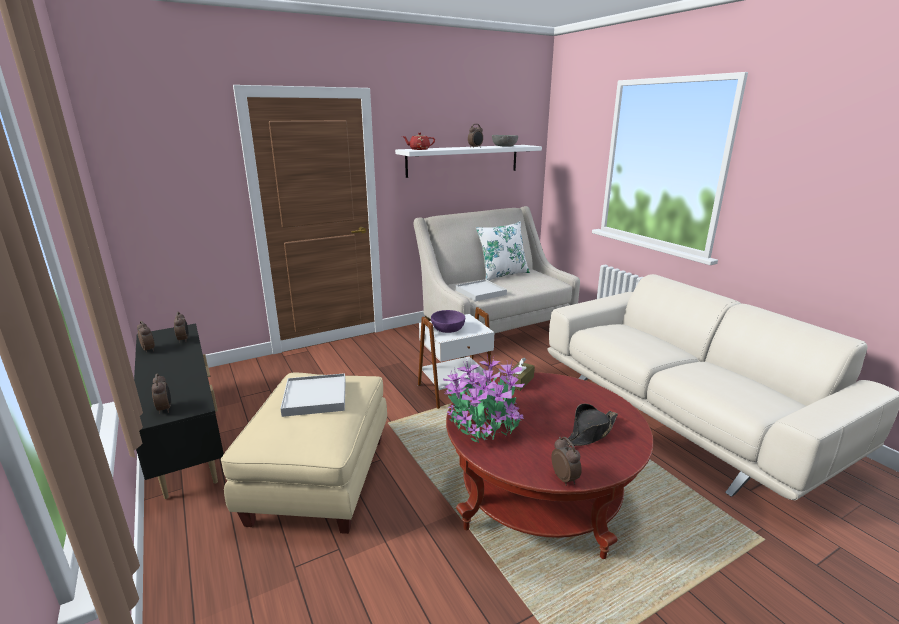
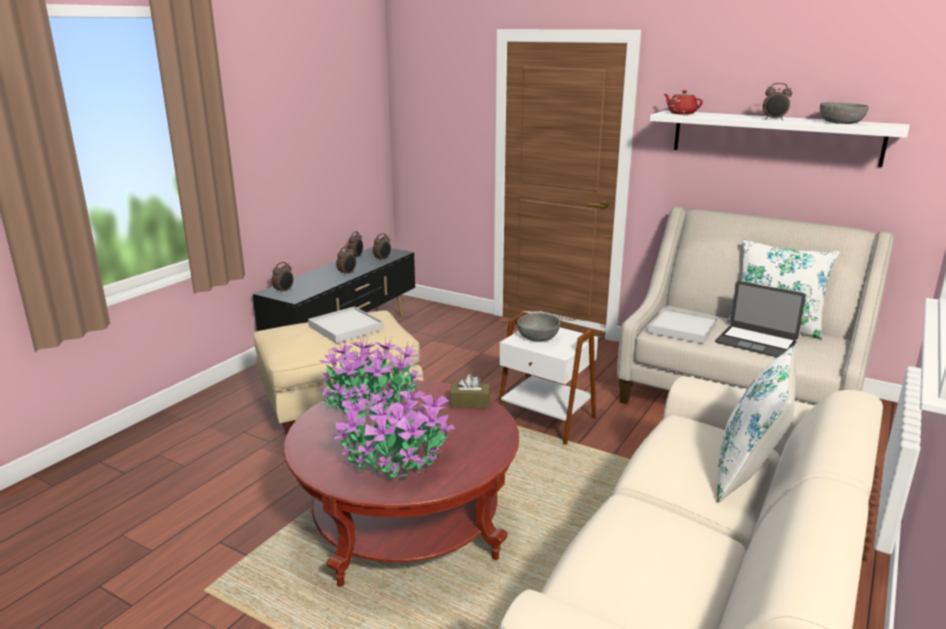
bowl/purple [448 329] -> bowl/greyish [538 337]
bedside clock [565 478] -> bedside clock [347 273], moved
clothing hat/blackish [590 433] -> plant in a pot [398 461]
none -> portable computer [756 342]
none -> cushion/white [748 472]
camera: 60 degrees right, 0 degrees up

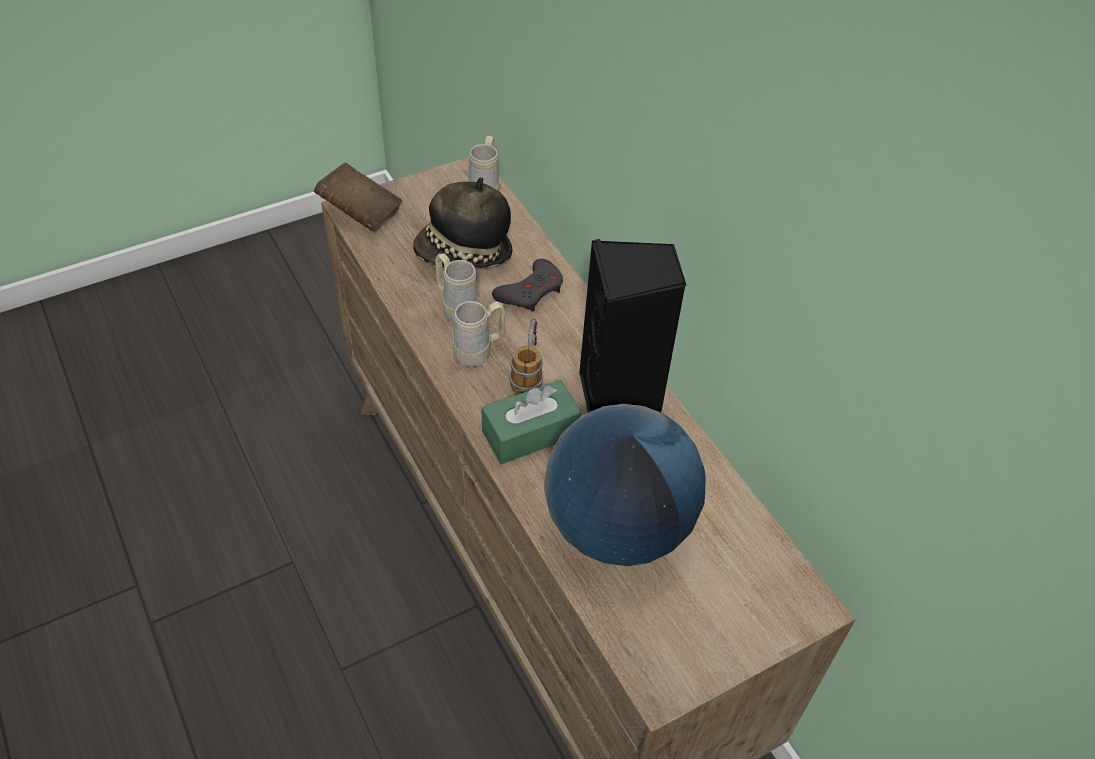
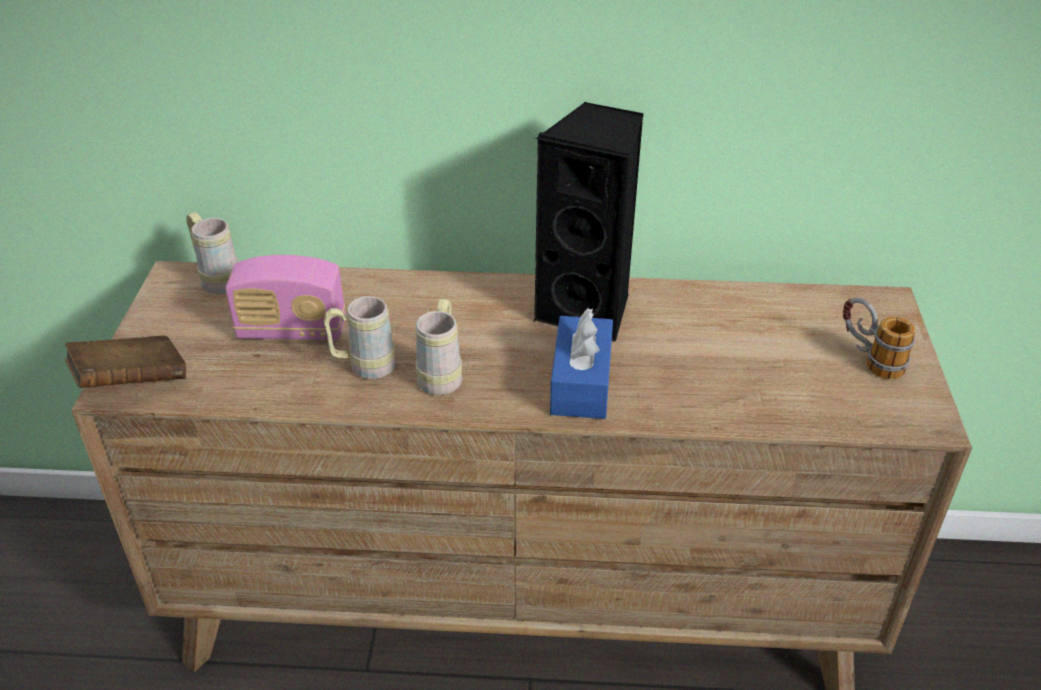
clothing hat [464 254] -> radio set [292 330]
tissue box/greenish [530 433] -> tissue box/blue [581 383]
gamepad/greyish [531 291] -> none
coffee mug [528 373] -> coffee mug [868 359], moved
world globe [617 527] -> none
camera: 55 degrees left, 10 degrees down

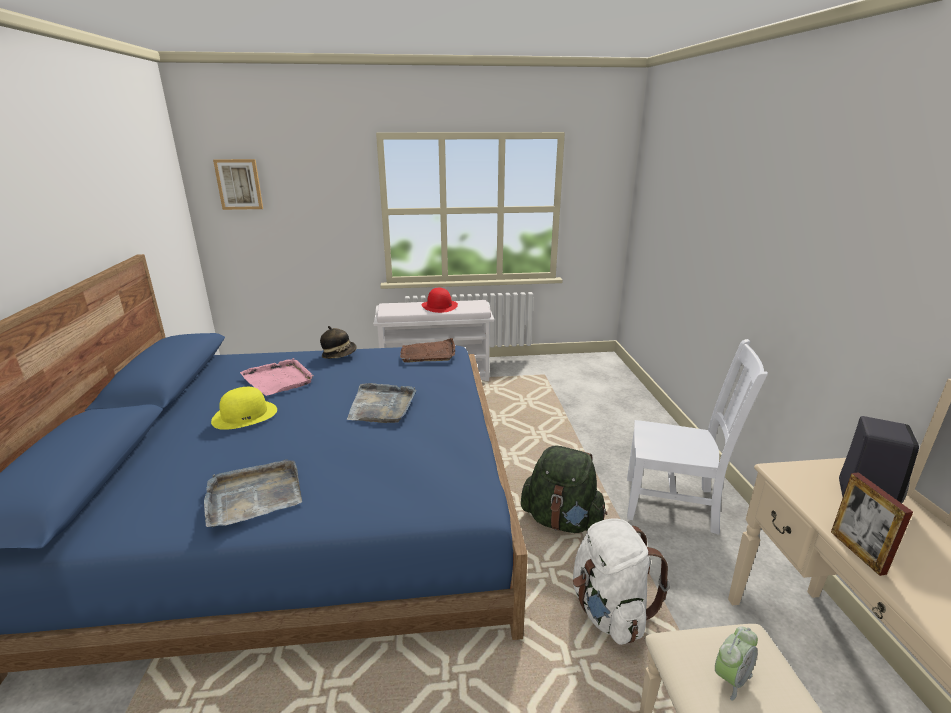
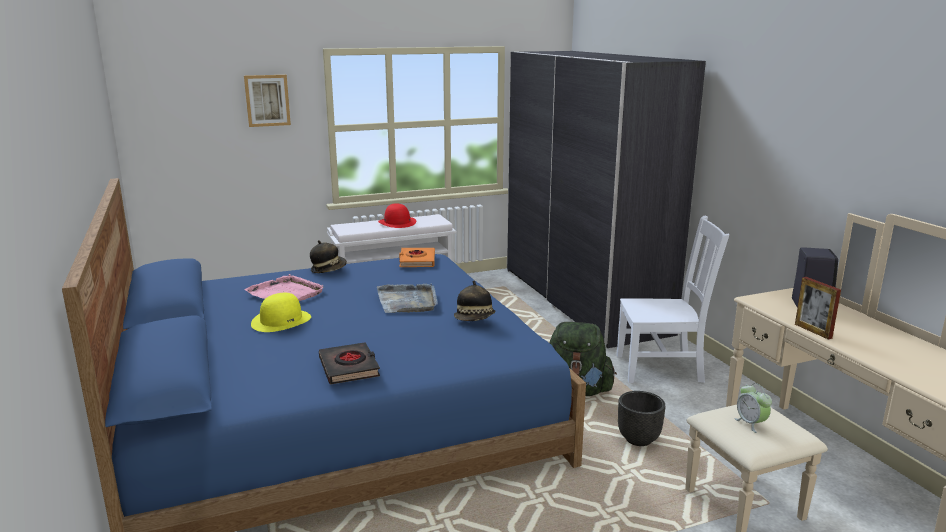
carrying tray/greyish [254 495] -> book/blackish [349 368]
picture [239 184] -> picture [267 100], moved
carrying tray/brown [428 353] -> book/orangey [417 261]
rucksack/white [609 610] -> planter/blackish [639 440]
bedside clock [730 678] -> bedside clock [751 423], 120 degrees clockwise
none -> clothing hat [475 319]
none -> armoire/greyish [582 300]
camera: 15 degrees left, 5 degrees down

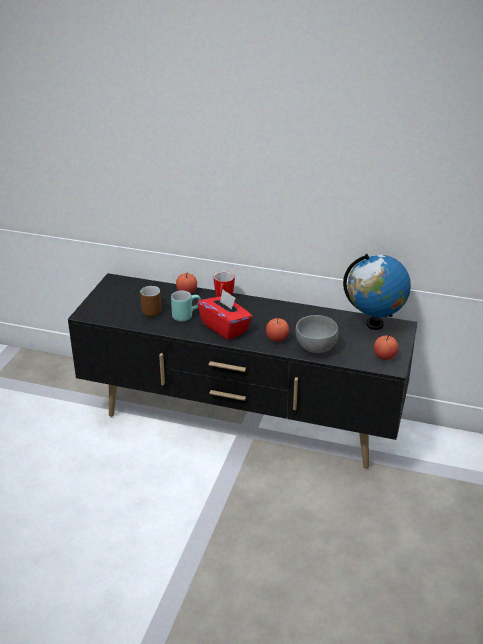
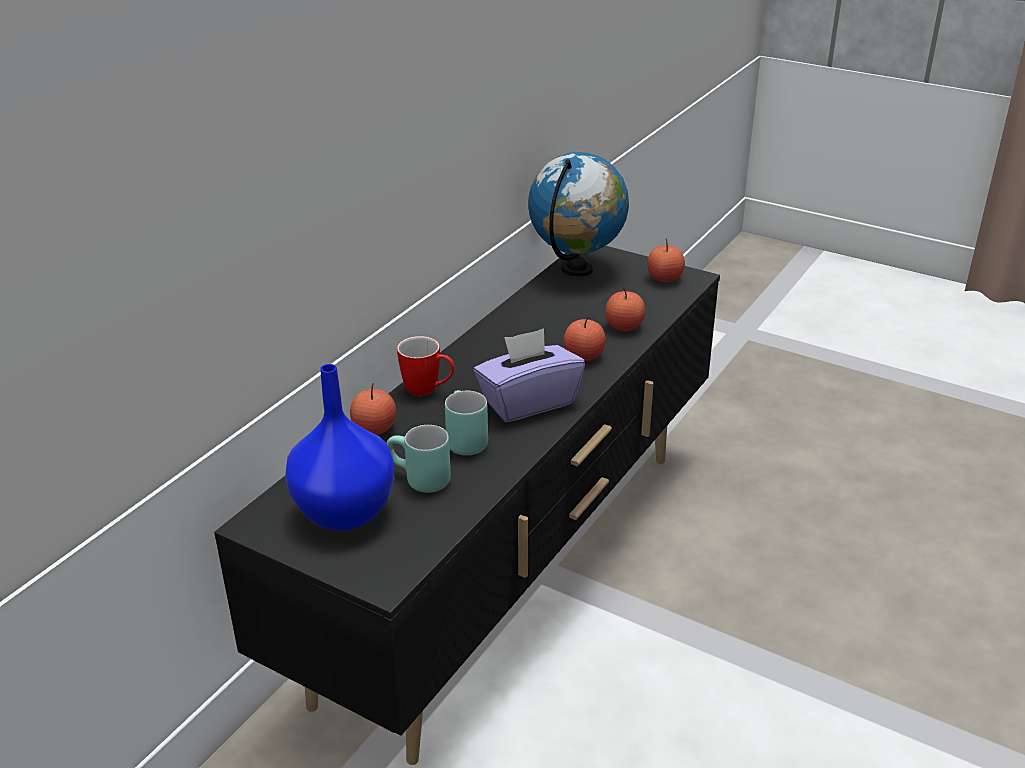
coffee mug/brown [151 309] -> coffee mug/turquoise-coloured [418 481]
tissue box/reddish [225 328] -> tissue box/purple [528 402]
bowl/greyish [316 348] -> whole apple [624 326]
none -> flower vase/blue [345 514]
camera: 75 degrees left, 0 degrees up

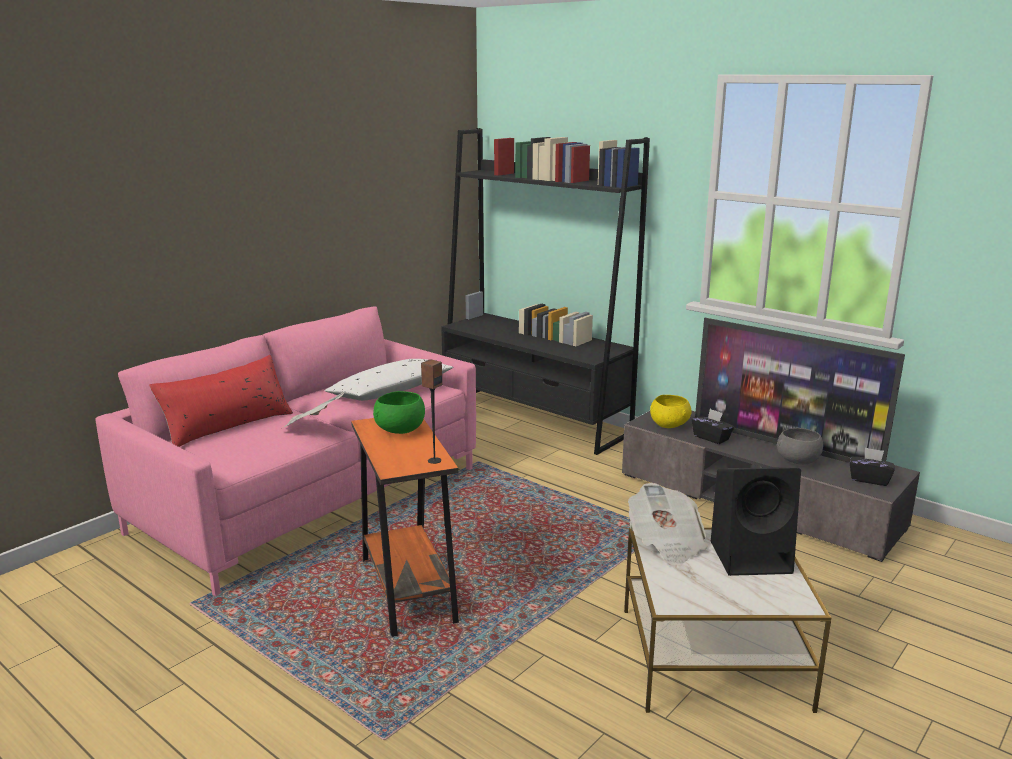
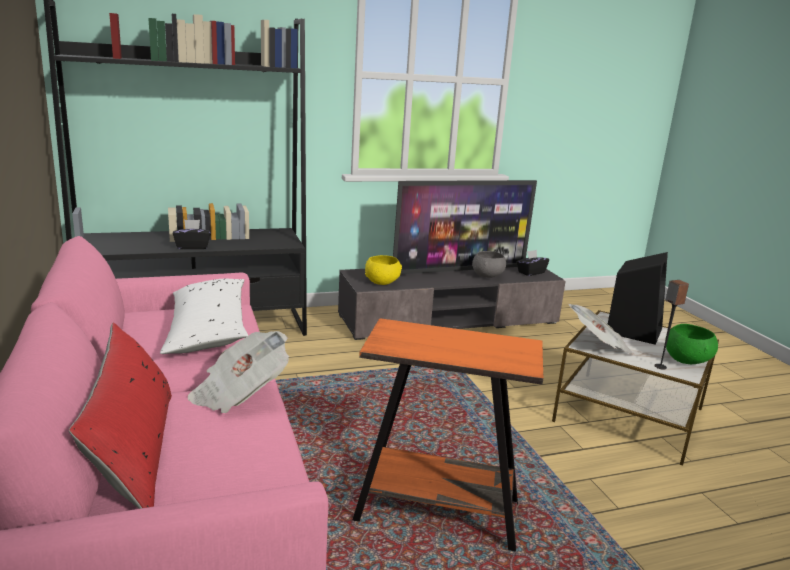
bowl/greenish [400 431] -> bowl/greenish [687 361], moved
audio speaker [434 460] -> audio speaker [660 366], moved
tissue box/blackish [711 438] -> tissue box/blackish [192 246], moved
camera: 60 degrees left, 0 degrees up

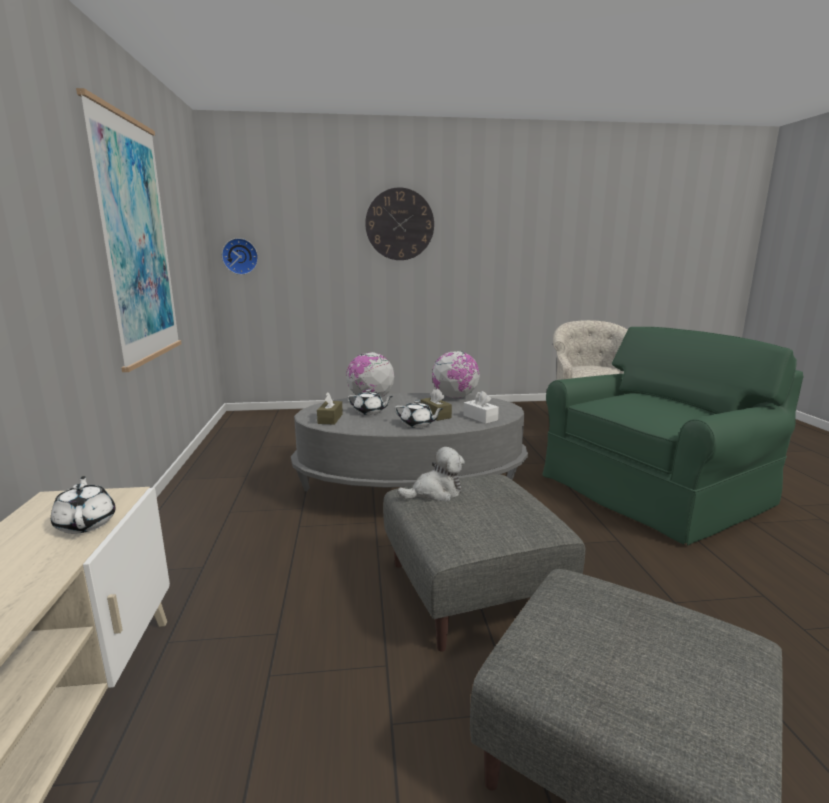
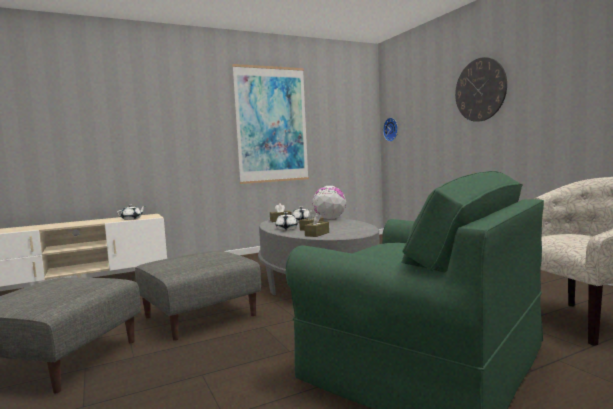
soft toy [435 492] -> none
world globe [455 397] -> none
tissue box/white [480 418] -> tissue box/brown [317 234]
camera: 70 degrees right, 10 degrees down

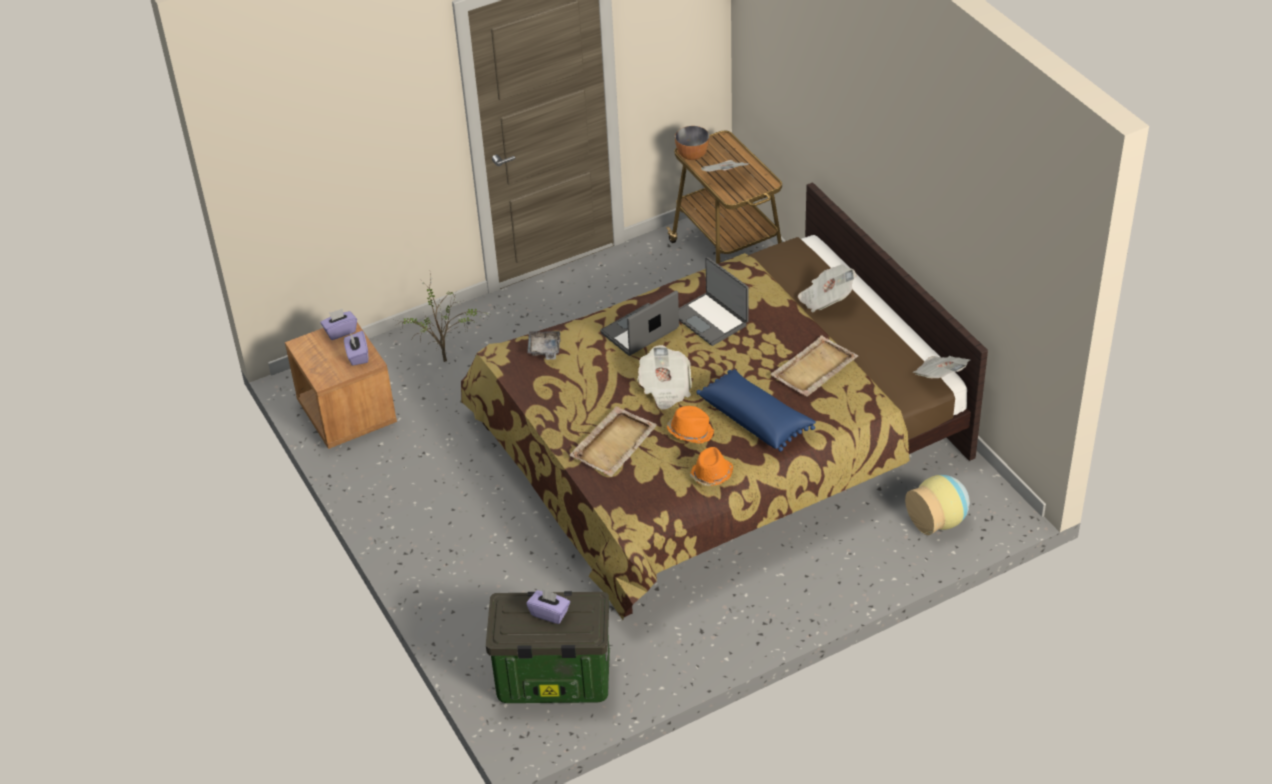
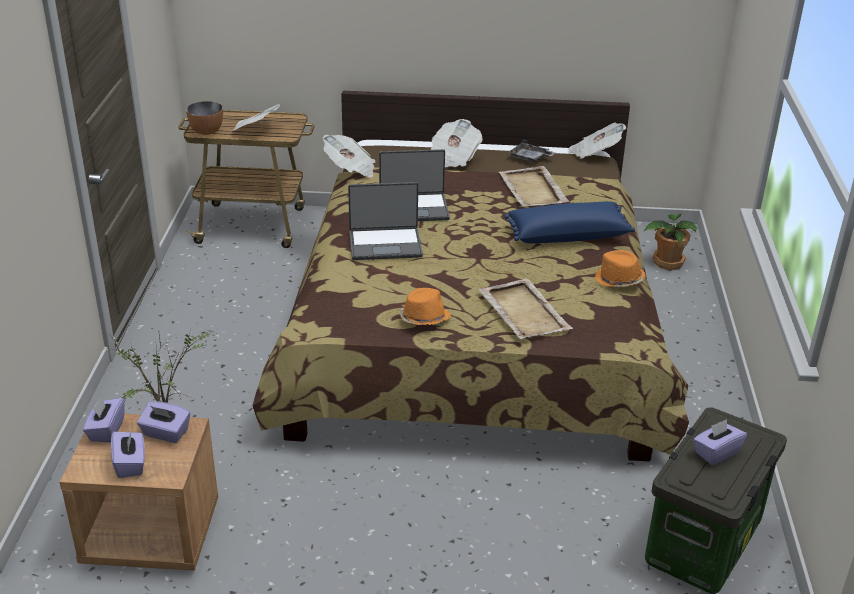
carrying tray/greyish [544 349] -> carrying tray/greyish [530 158], moved
portable computer [640 332] -> portable computer [385 244], 90 degrees counterclockwise
daily paper [665 389] -> daily paper [350 169], moved
clothing hat/orangey [690 432] -> clothing hat/orangey [423 319], moved
flower vase [939 521] -> plant in a pot [667 262]
none -> tissue box/purple [130 464]
camera: 60 degrees left, 10 degrees down

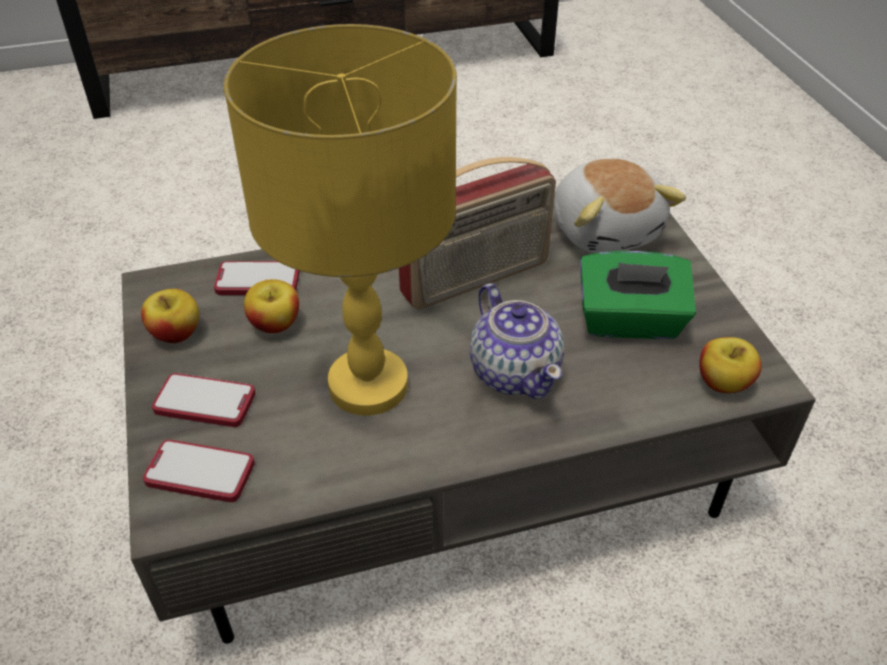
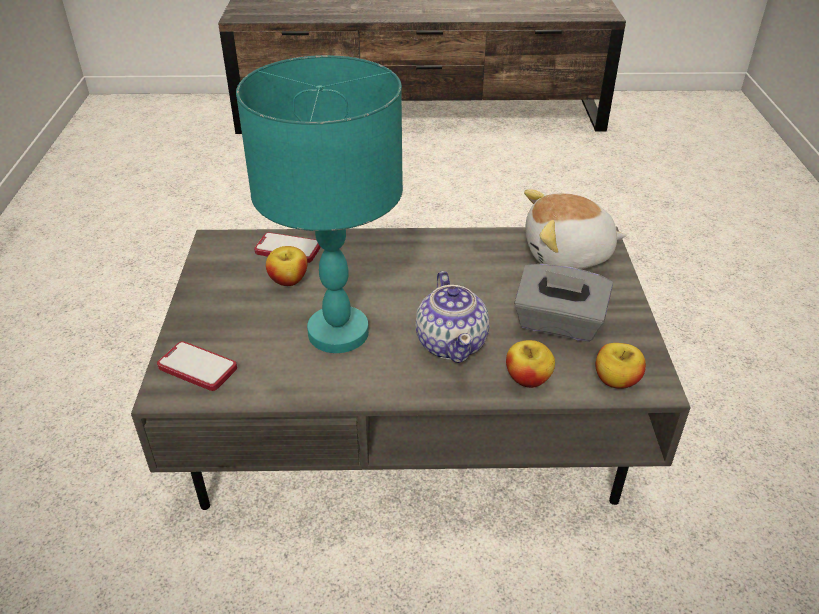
whole apple [176 333] -> whole apple [527 379], moved
telephone [205 402] -> none
table lamp/yellowish [369 385] -> table lamp/turquoise-coloured [339 332]
radio set [476 279] -> none
soft toy [606 229] -> soft toy [568 255], 90 degrees clockwise
tissue box/greenish [630 322] -> tissue box/greyish [558 324]
camera: 15 degrees right, 5 degrees down

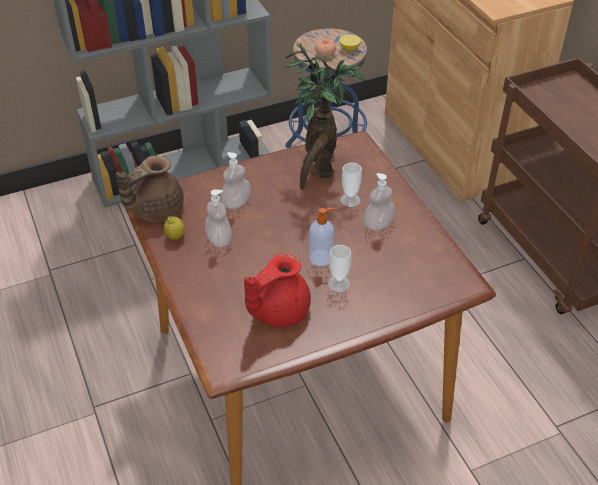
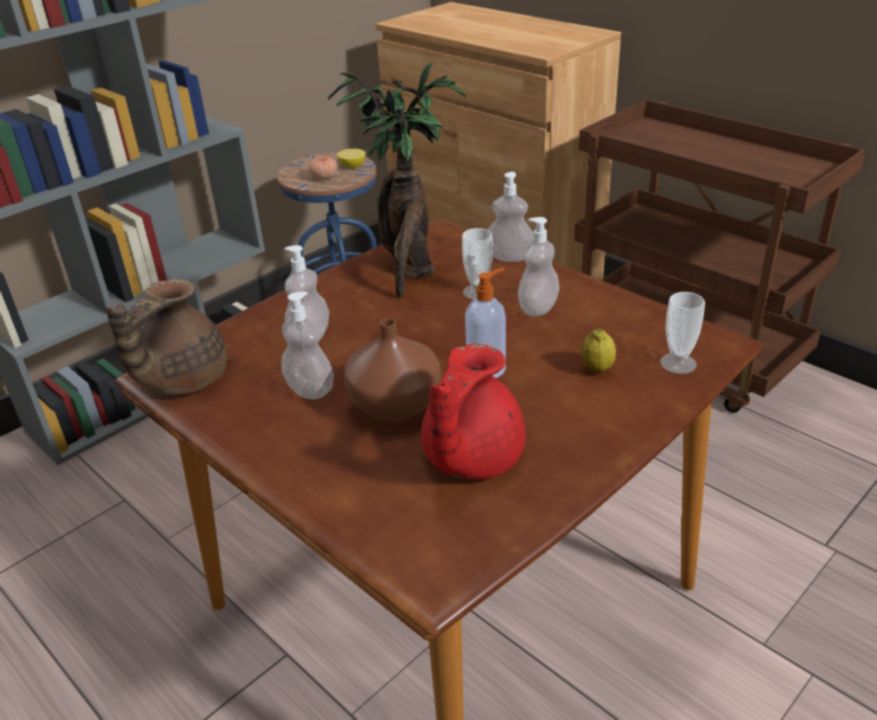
lemon [175 237] -> lemon [597 369], moved
cup [339 284] -> cup [678 363], moved
none -> flower vase/brown [394 406]
none -> soap bottle [509 257]
camera: 20 degrees left, 10 degrees down

